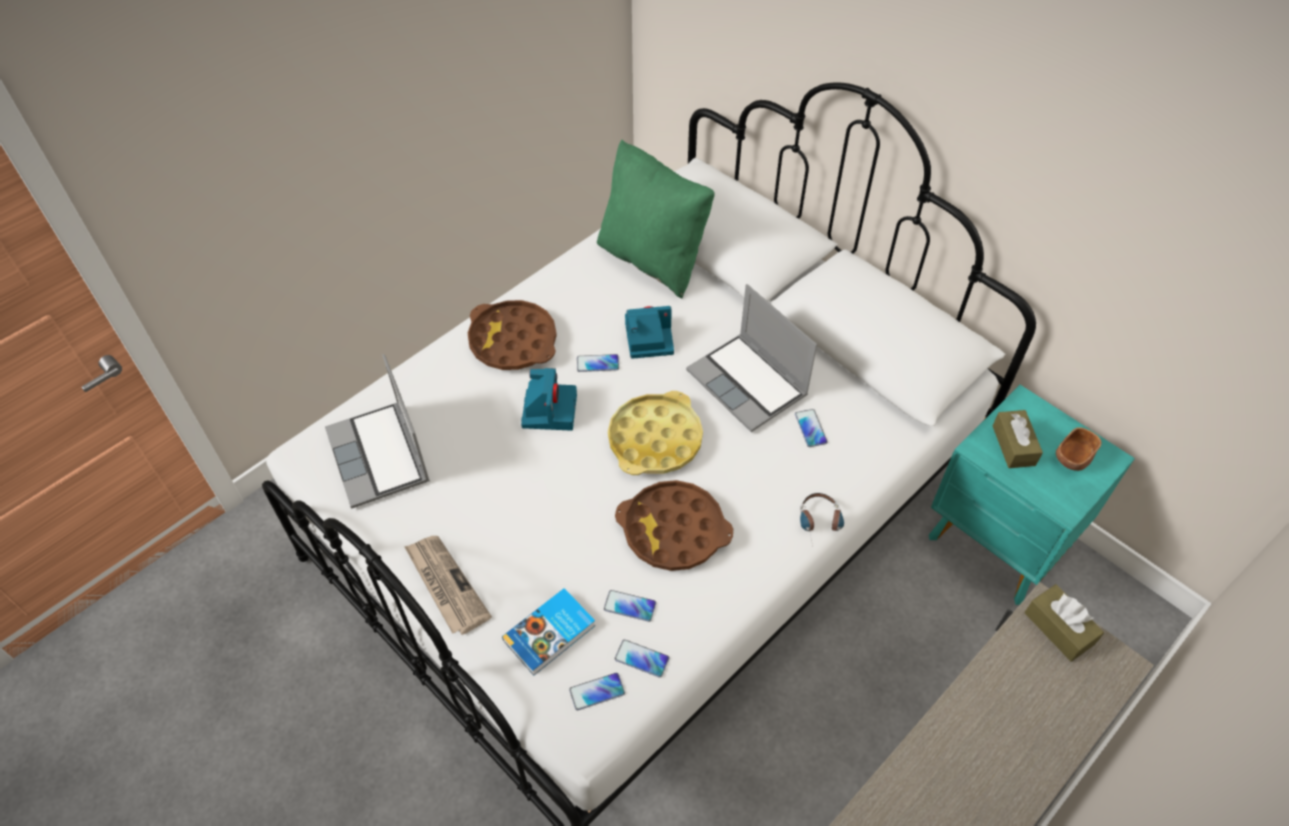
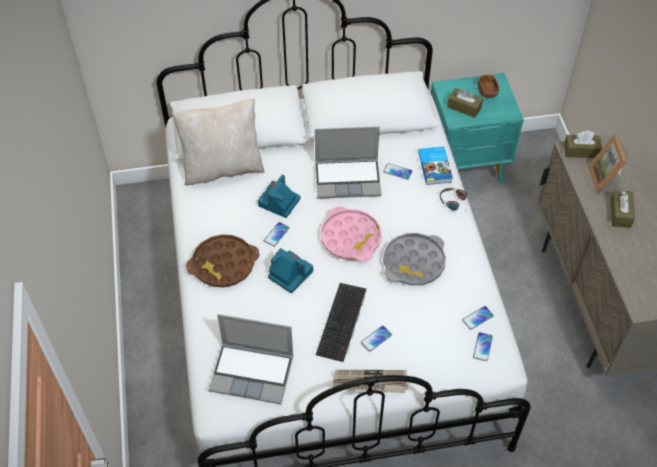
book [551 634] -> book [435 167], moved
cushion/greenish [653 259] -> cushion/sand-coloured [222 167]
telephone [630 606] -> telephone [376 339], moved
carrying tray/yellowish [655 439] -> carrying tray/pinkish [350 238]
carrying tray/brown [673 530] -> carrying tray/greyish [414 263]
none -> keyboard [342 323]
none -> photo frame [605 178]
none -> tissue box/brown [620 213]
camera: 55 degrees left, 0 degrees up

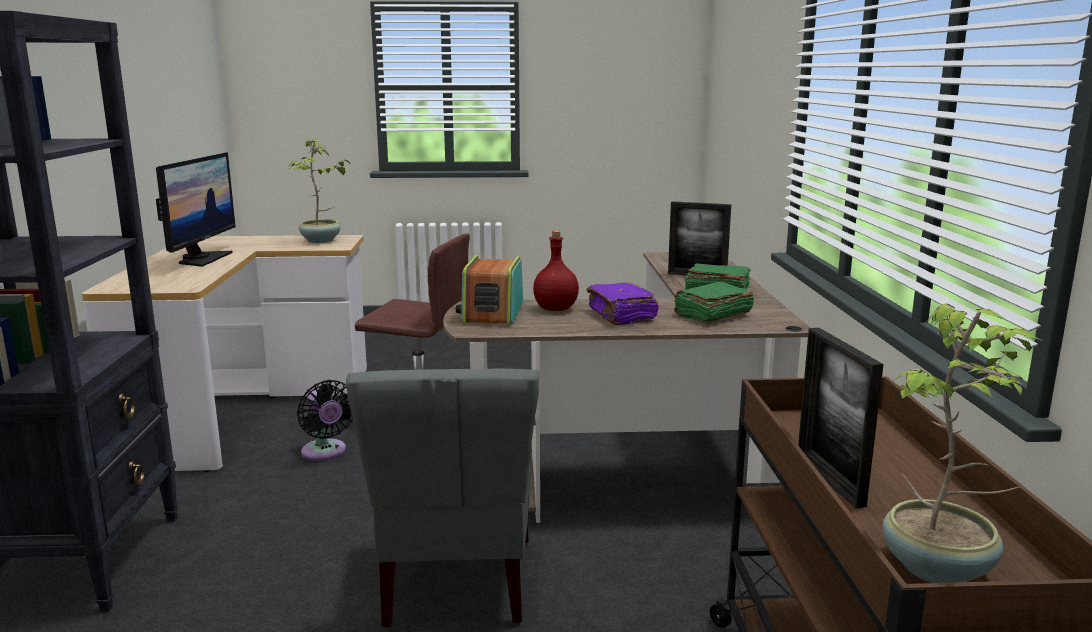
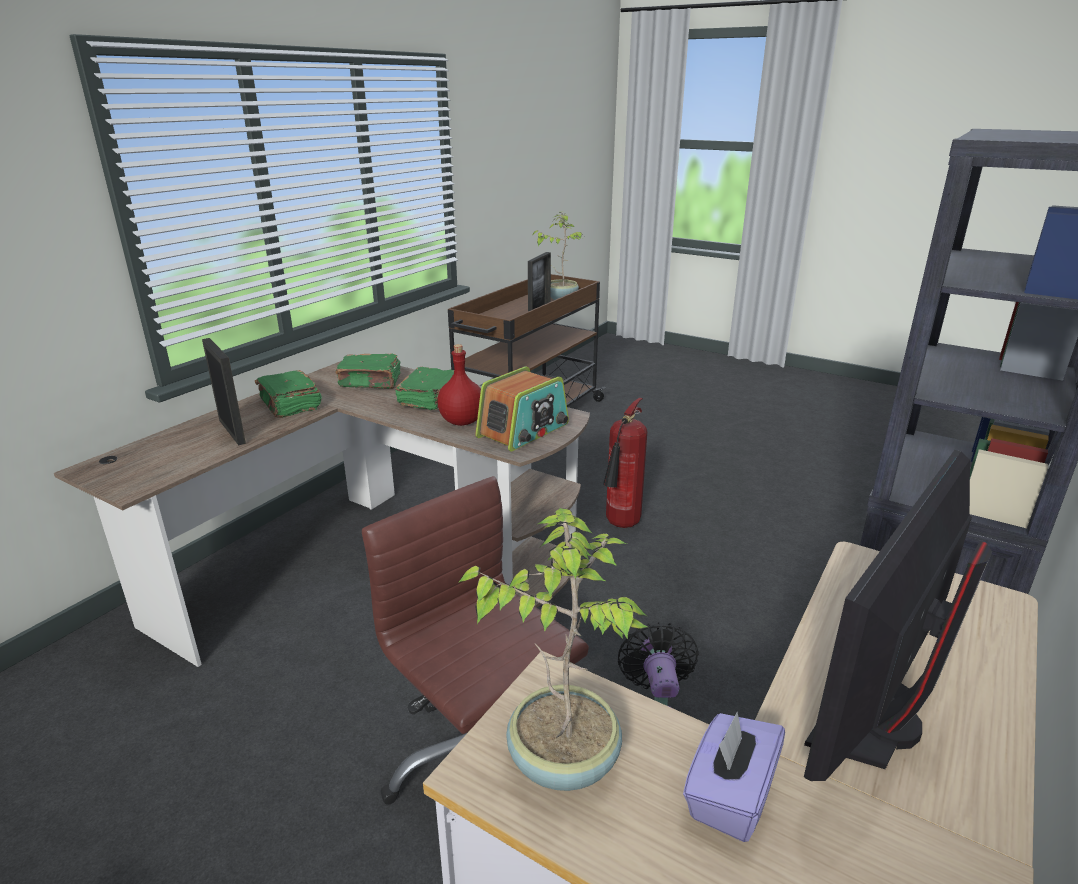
chair/greyish [456 582] -> fire extinguisher [621 525]
book/purple [621 315] -> book/greenish [430 399]
none -> tissue box/purple [729 795]
camera: 145 degrees left, 10 degrees up

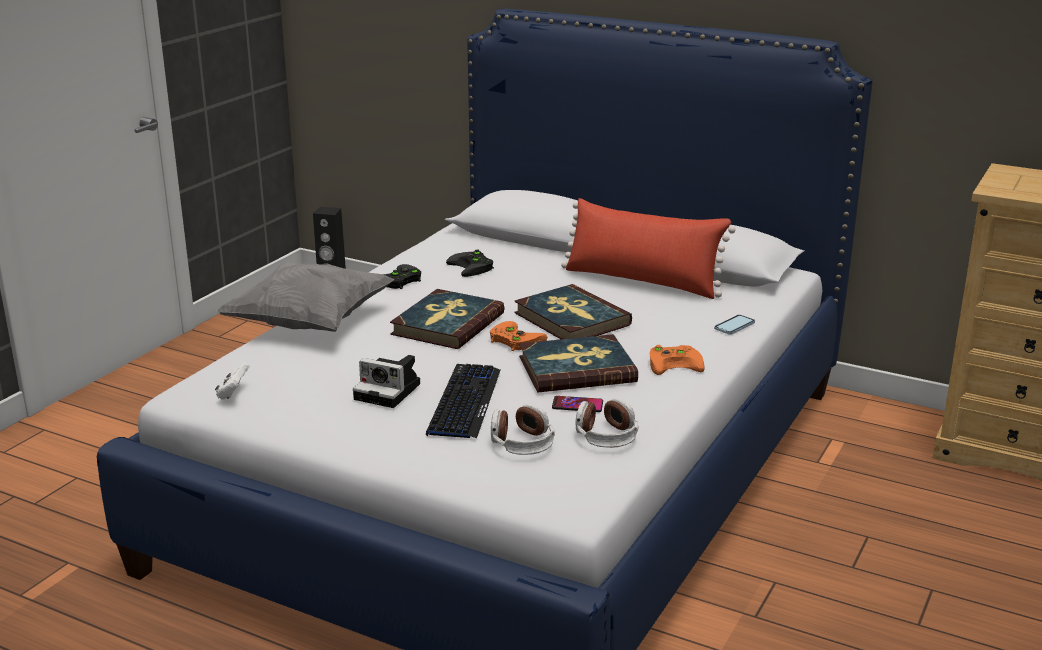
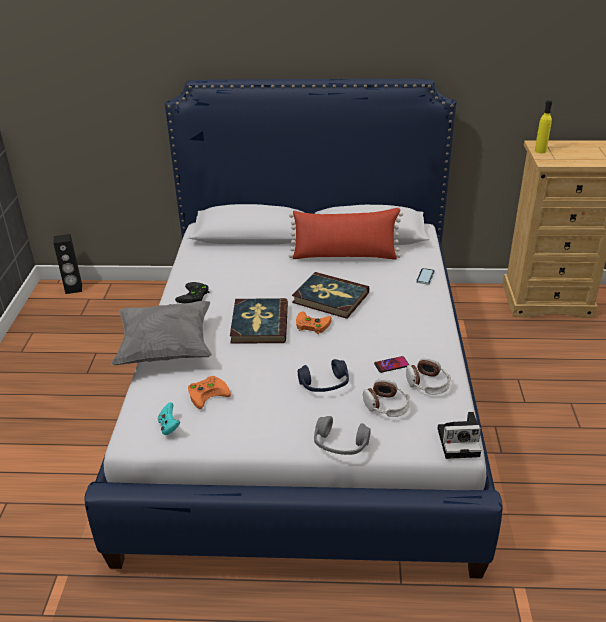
gamepad/white [233 393] -> gamepad/turquoise-coloured [169 426]
still camera [390 391] -> still camera [460 441], moved
keyboard [464 402] -> headphones/blue [324 384]
gamepad/blackish [473 267] -> none
book [576 369] -> none
gamepad/orangey [676 363] -> gamepad/orangey [208 392], moved
none -> headphones/greyish [340 444]
none -> bottle/yellowish [540 151]
camera: 25 degrees left, 10 degrees up

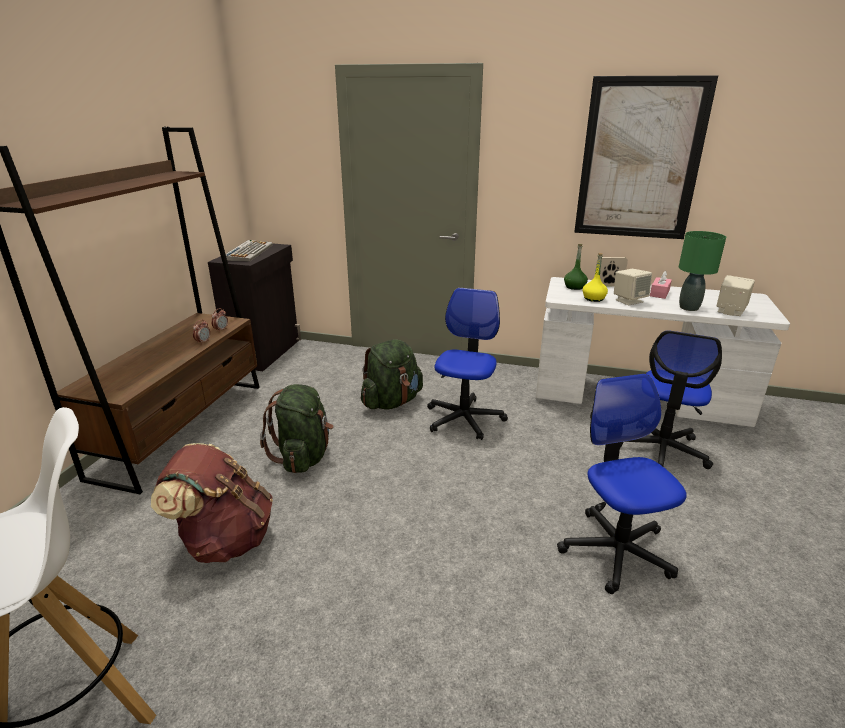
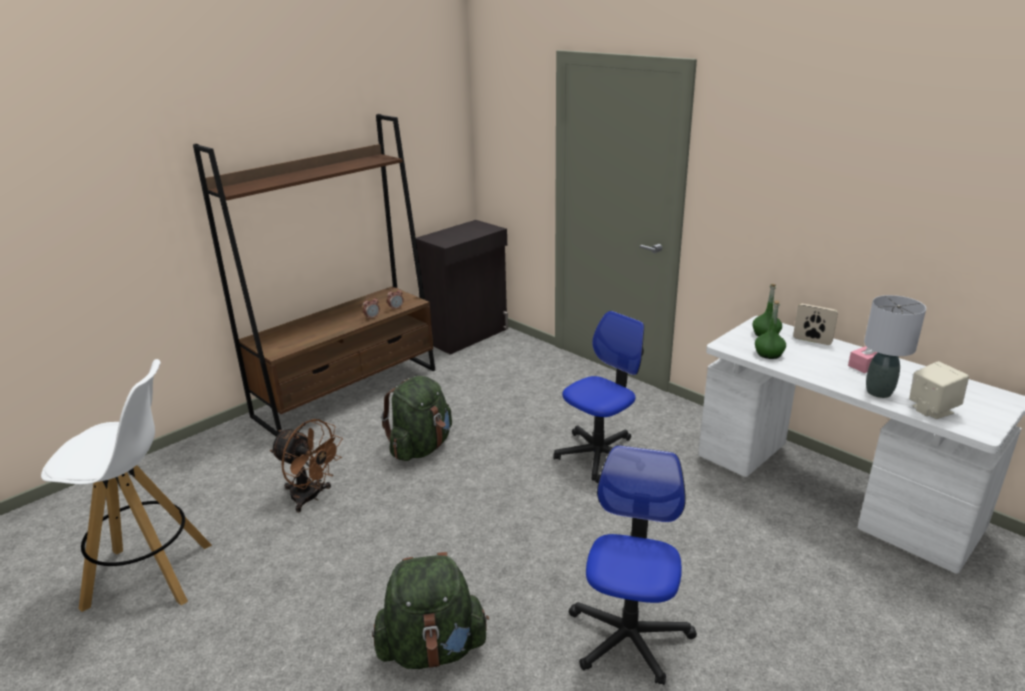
rucksack/brown [225 540] -> fan/brown [311 497]
keyboard [248 252] -> none
rucksack/greenish [392 402] -> rucksack/greenish [432 649], moved
picture [640 160] -> none
bottle/yellowish [594 298] -> bottle/greenish [769 354]
audio speaker/sand-coloured [629 301] -> none
desk chair [661 450] -> none
table lamp/greenish [689 308] -> table lamp/greyish [879 392]
camera: 30 degrees right, 0 degrees up

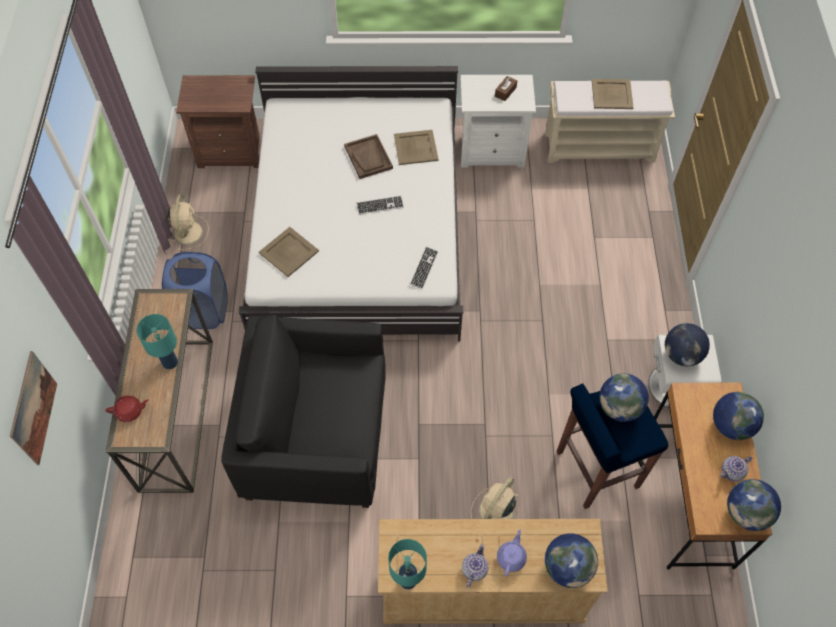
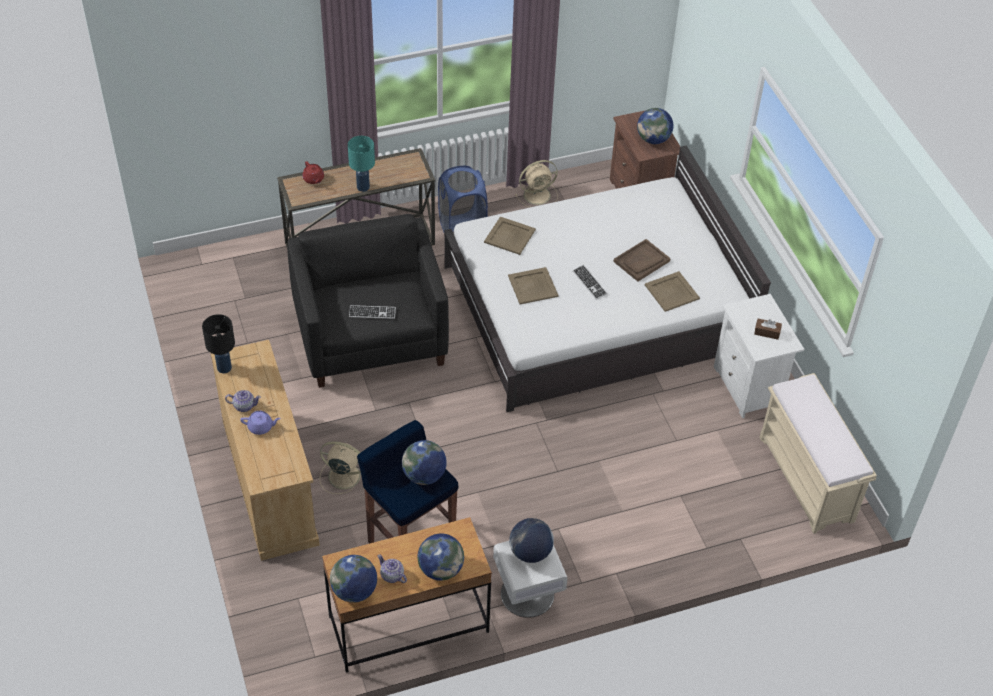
picture [33 408] -> none
table lamp/turquoise-coloured [407 580] -> table lamp/blackish [224 367]
keyboard [424 268] -> keyboard [372 313], moved
world globe [567 567] -> world globe [653 139], moved
carrying tray/sand-coloured [612 94] -> carrying tray/sand-coloured [533 286], moved
camera: 70 degrees right, 10 degrees down

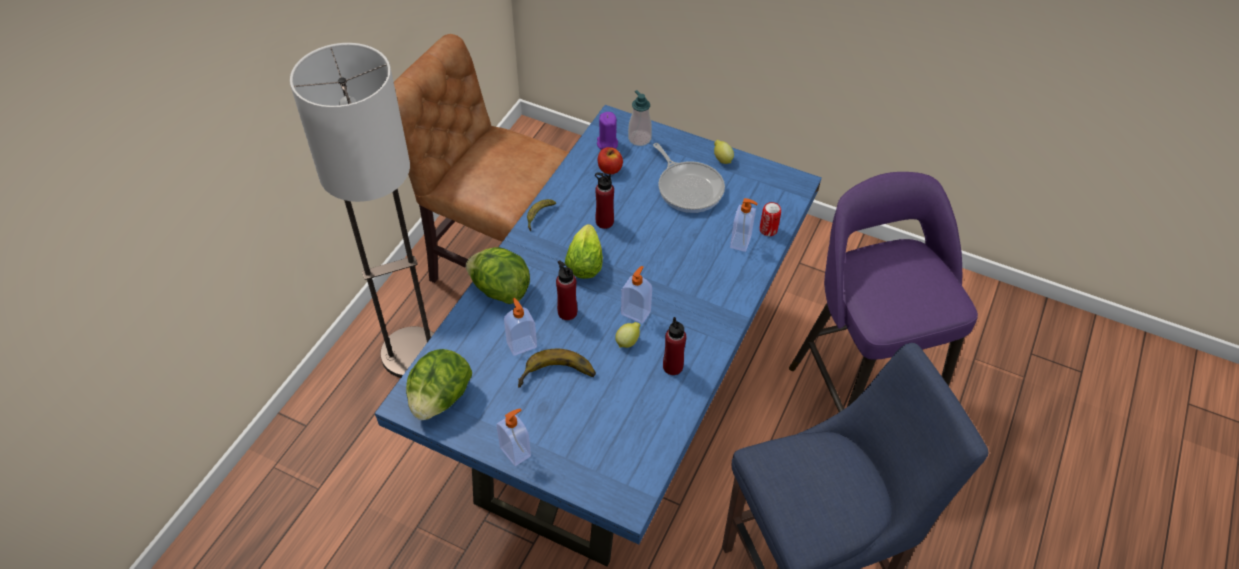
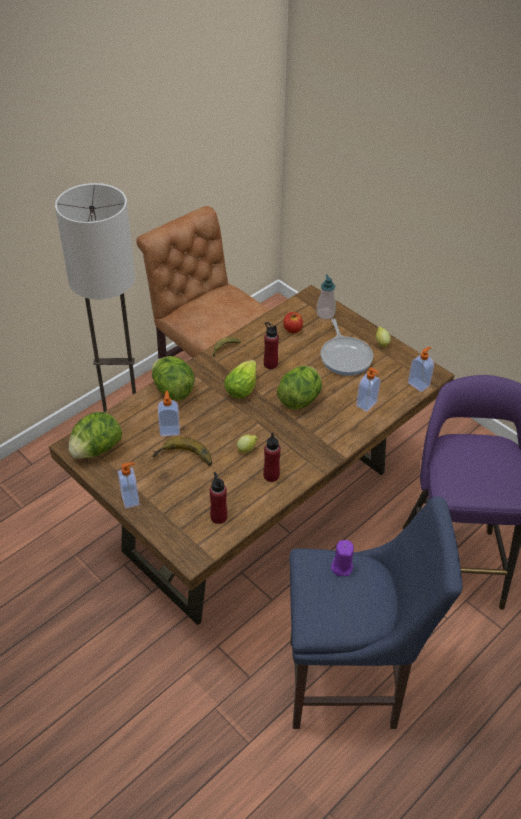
kitchen table/blue [617 402] -> kitchen table/brown [257 512]
bottle/reddish [567 312] -> bottle/reddish [218 517], moved
candle/purple [607 143] -> candle/purple [341 567], moved
soap bottle [636 312] -> soap bottle [419 384], moved
can [768 230] -> none
none -> head of lettuce [300 399]
camera: 20 degrees right, 5 degrees down

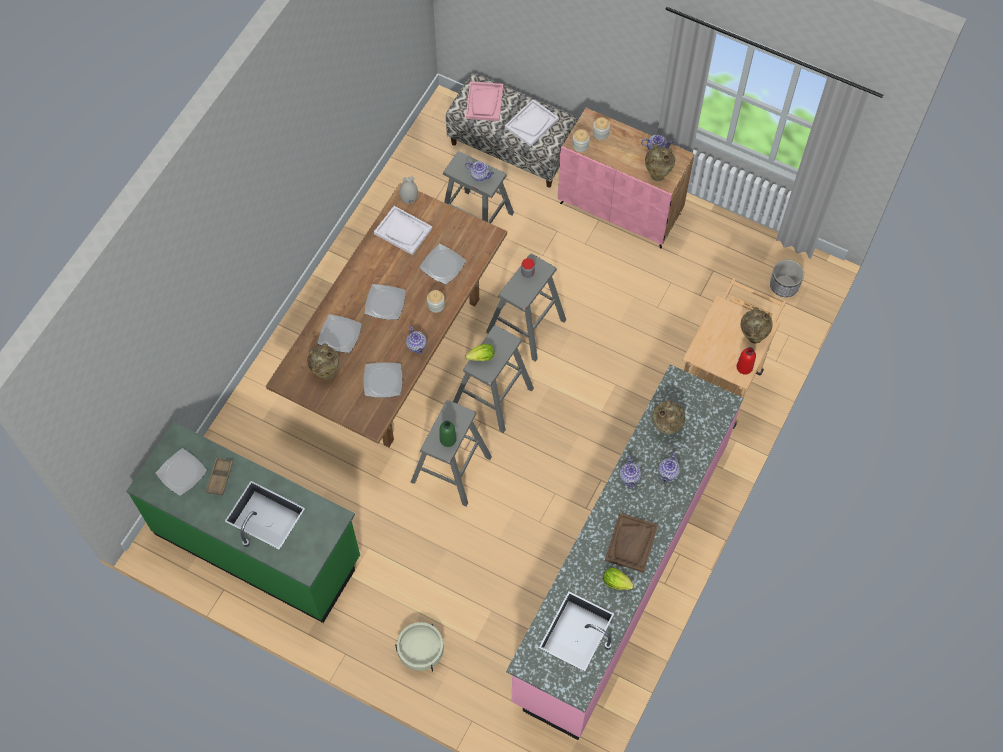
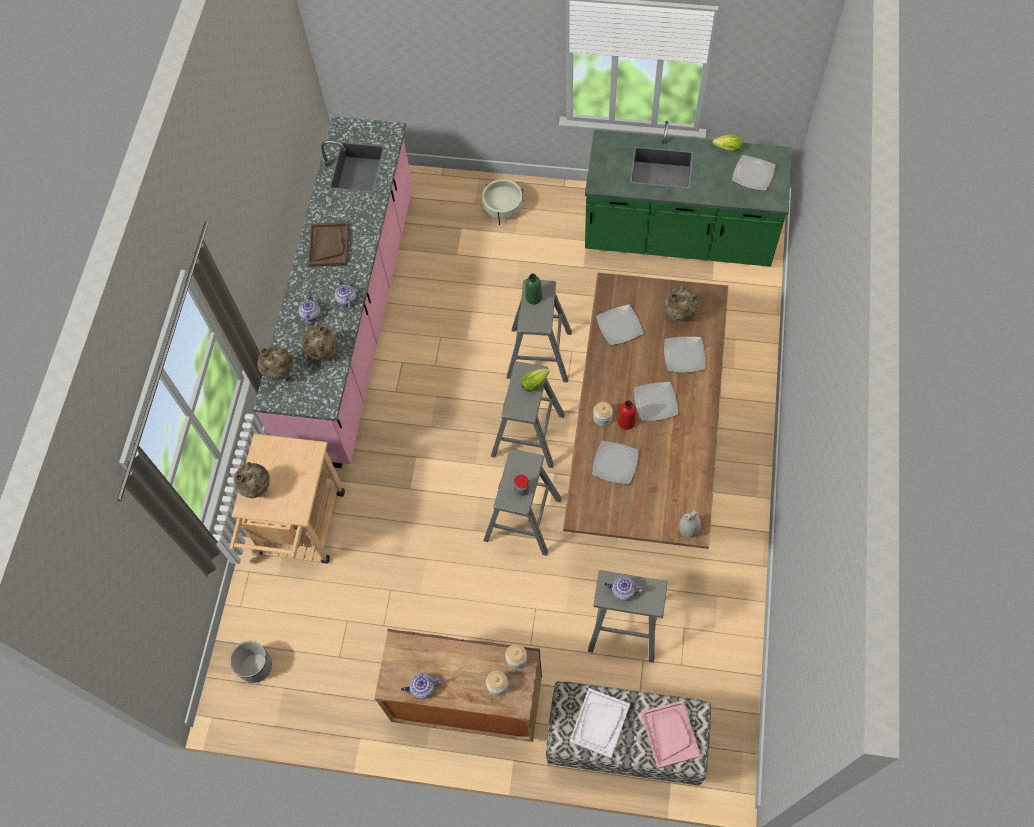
carrying tray/brown [220 477] -> none
carrying tray/white [403 231] -> none
pot for tea [417 345] -> none
storage cabinet/pinkish [621 208] -> storage cabinet/brown [467 702]
head of lettuce [618 583] -> head of lettuce [725 148], moved
flower vase/sand-coloured [657 174] -> flower vase/sand-coloured [281 375], moved
bottle/reddish [744 367] -> bottle/reddish [626 422], moved
camera: 165 degrees right, 0 degrees up

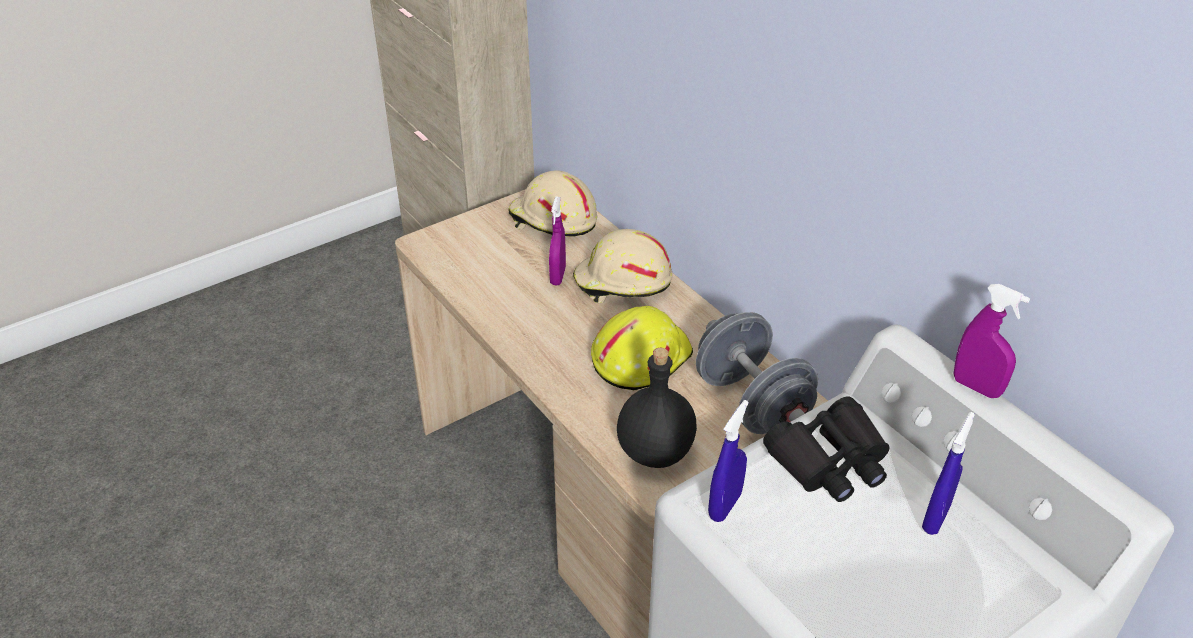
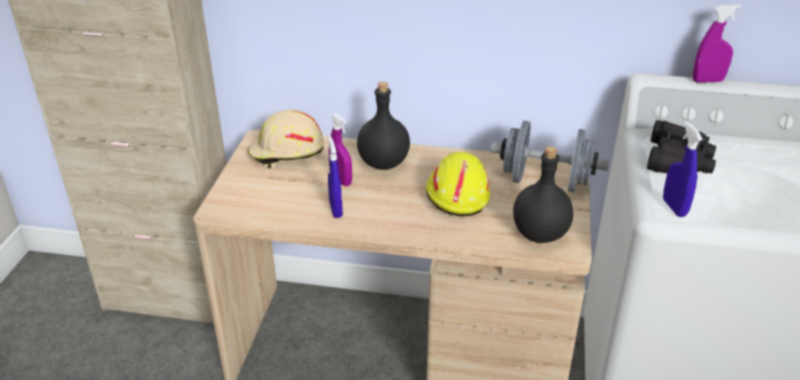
hard hat/sand-coloured [622 282] -> bottle/blackish [384 163]
hand sprayer/blue [935 518] -> hand sprayer/blue [336 210], moved
camera: 45 degrees left, 5 degrees down

